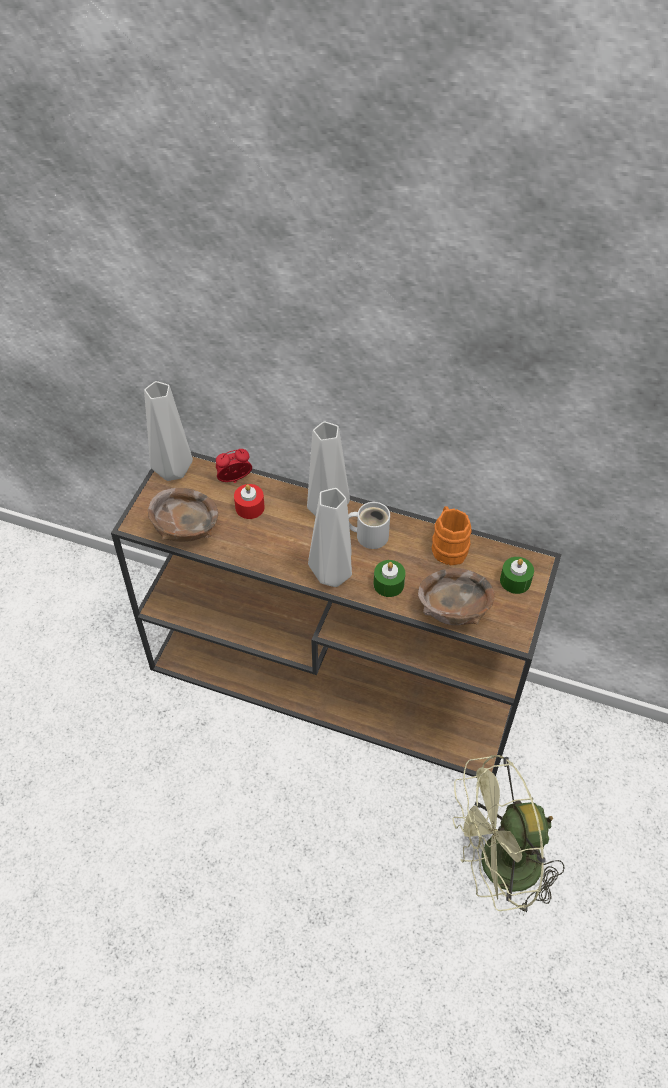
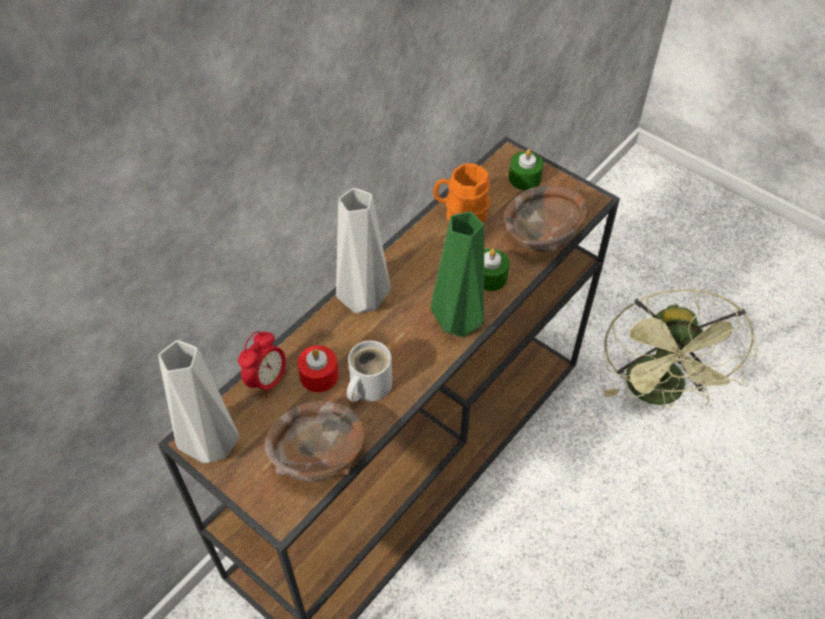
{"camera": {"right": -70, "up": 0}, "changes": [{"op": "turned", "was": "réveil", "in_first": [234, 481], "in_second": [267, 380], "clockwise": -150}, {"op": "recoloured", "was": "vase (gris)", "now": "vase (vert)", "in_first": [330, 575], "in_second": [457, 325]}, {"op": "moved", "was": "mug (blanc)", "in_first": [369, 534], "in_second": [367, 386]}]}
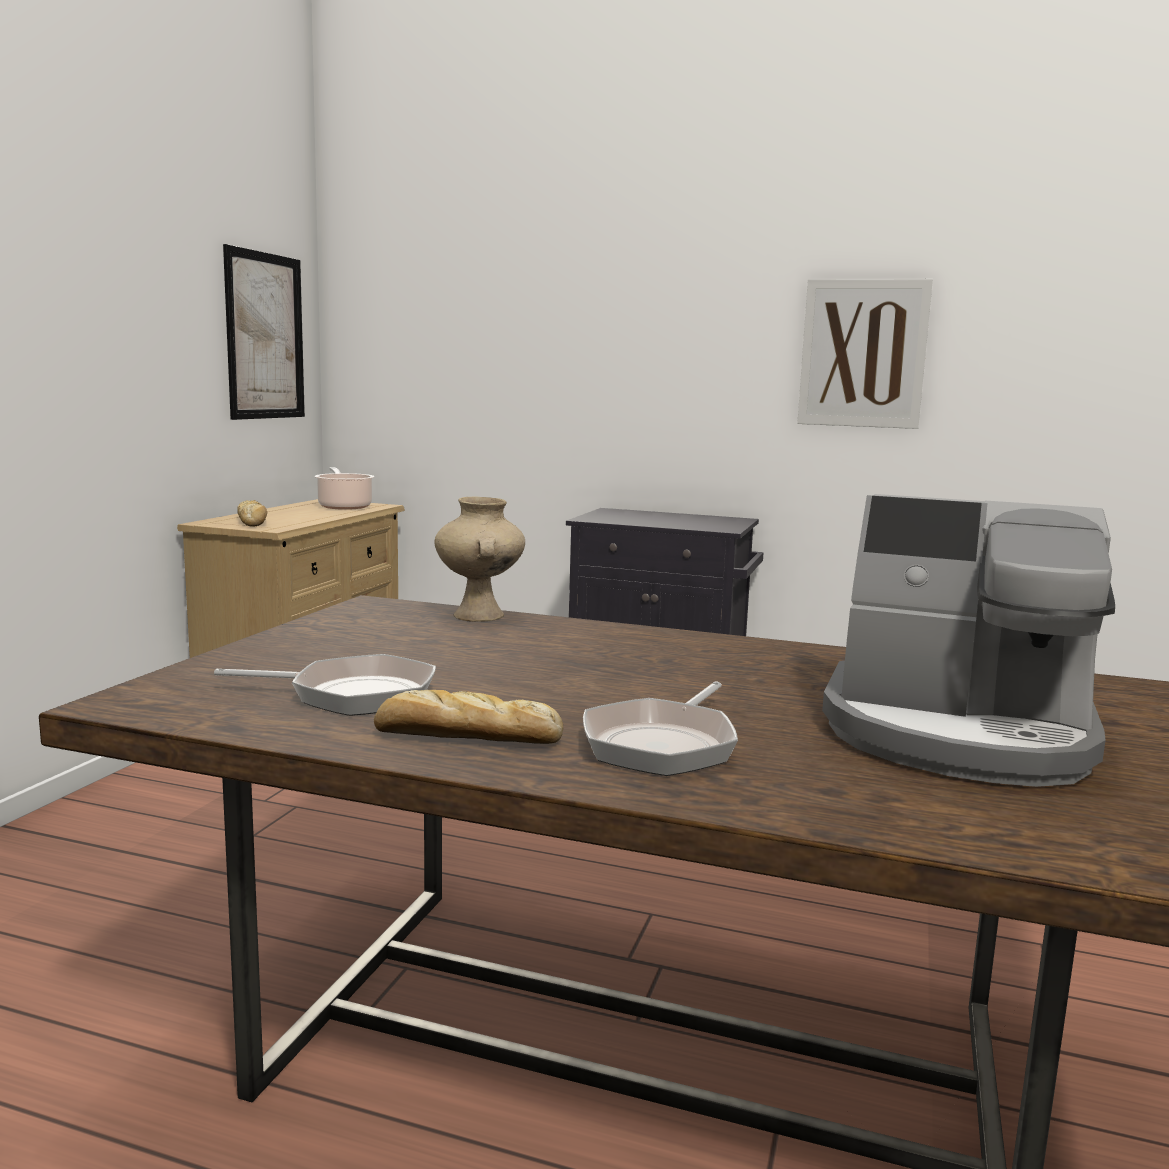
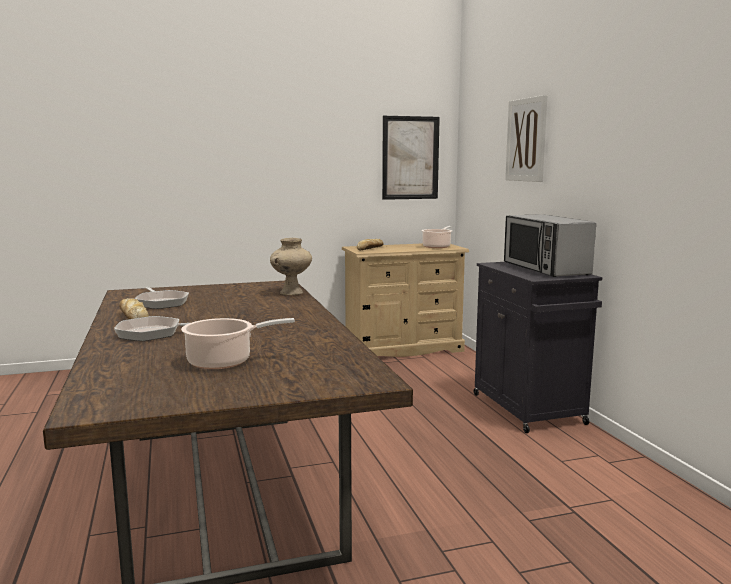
{"camera": {"right": 55, "up": 0}, "changes": [{"op": "moved", "was": "tableau", "in_first": [863, 353], "in_second": [526, 140]}, {"op": "replaced", "was": "machine à café", "now": "marmite", "in_first": [958, 735], "in_second": [224, 361]}, {"op": "added", "now": "micro-ondes", "in_second": [545, 269]}]}
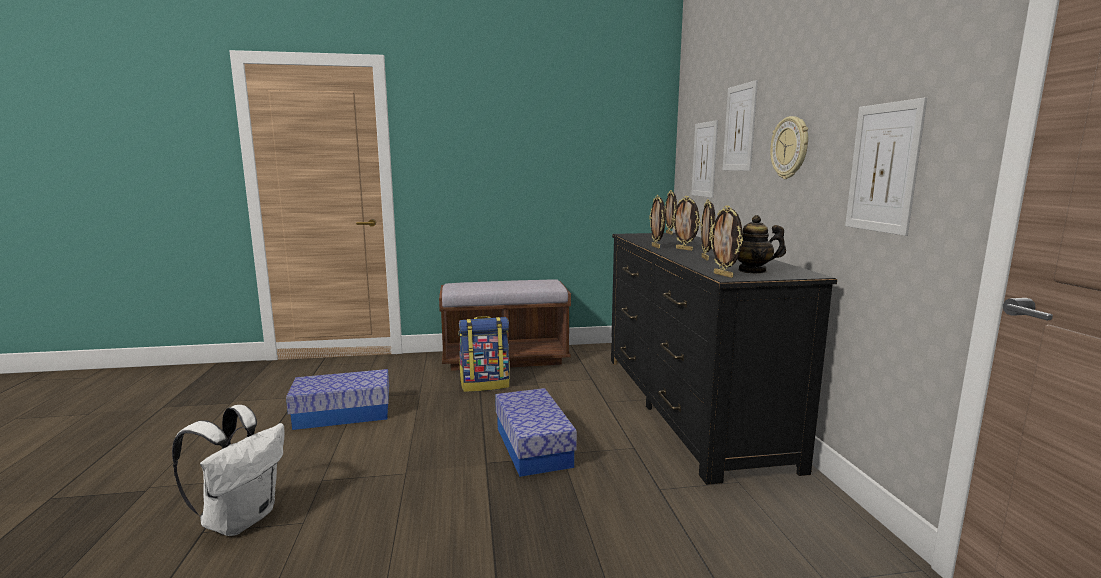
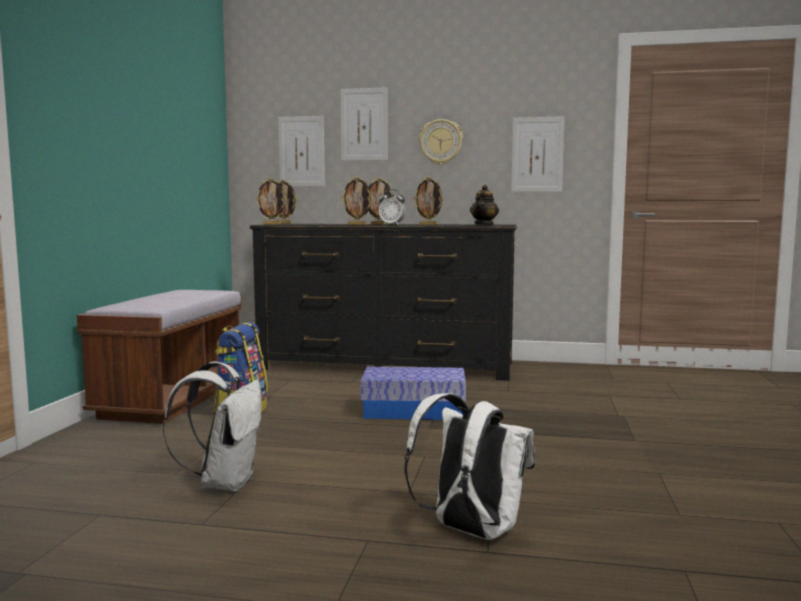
{"camera": {"right": -70, "up": -5}, "changes": [{"op": "moved", "was": "cadre photo", "in_first": [724, 275], "in_second": [271, 224]}, {"op": "replaced", "was": "boîte de rangement", "now": "sac à dos (blanc)", "in_first": [343, 414], "in_second": [225, 482]}, {"op": "added", "now": "réveil", "in_second": [392, 225]}]}
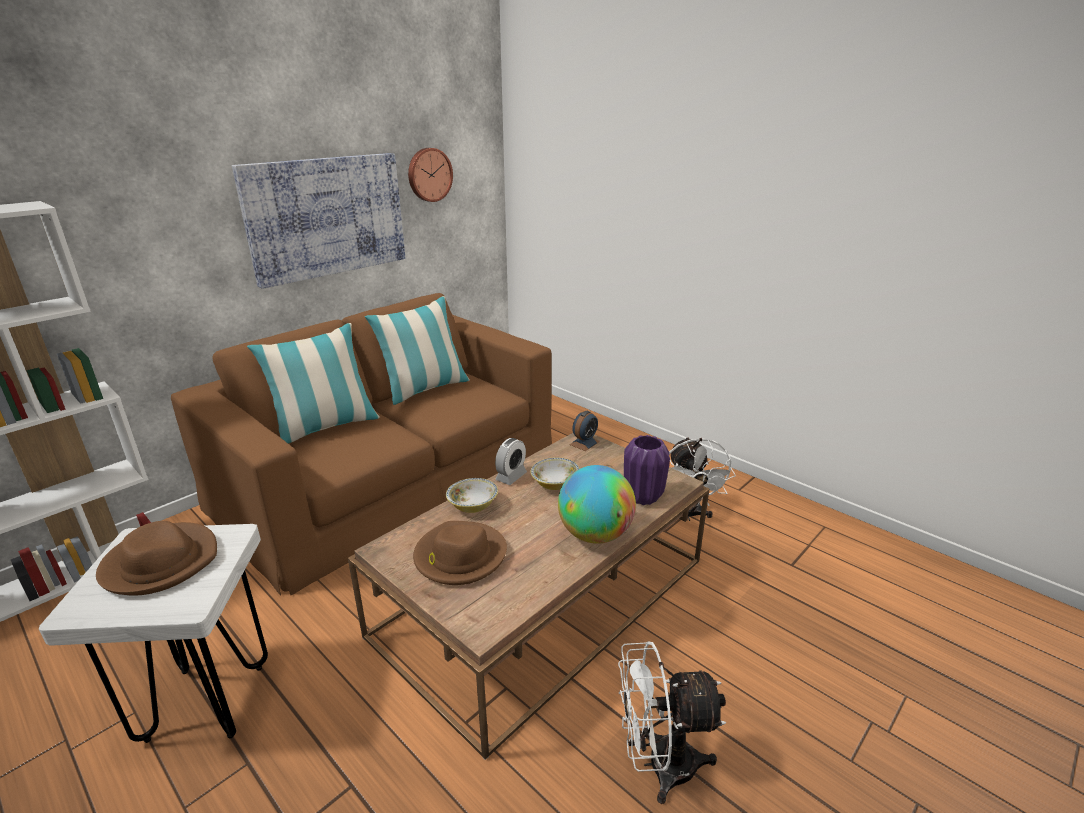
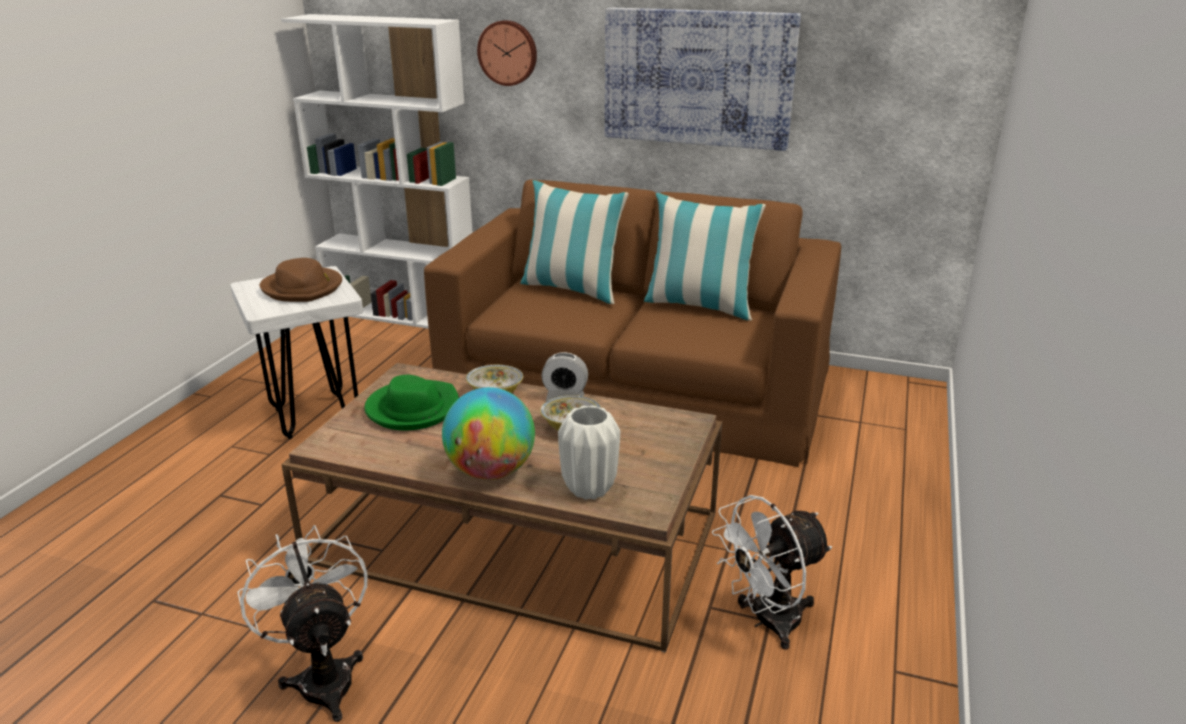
{"camera": {"right": 65, "up": 0}, "changes": [{"op": "moved", "was": "horloge murale", "in_first": [429, 174], "in_second": [508, 53]}, {"op": "removed", "was": "réveil", "in_first": [584, 443]}, {"op": "recoloured", "was": "vase (violet)", "now": "vase (blanc)", "in_first": [642, 497], "in_second": [588, 489]}, {"op": "recoloured", "was": "chapeau (marron)", "now": "chapeau (vert)", "in_first": [459, 556], "in_second": [412, 409]}]}
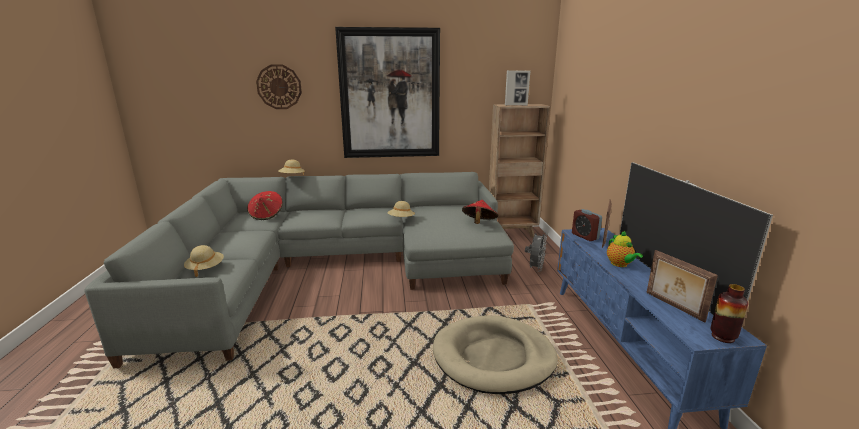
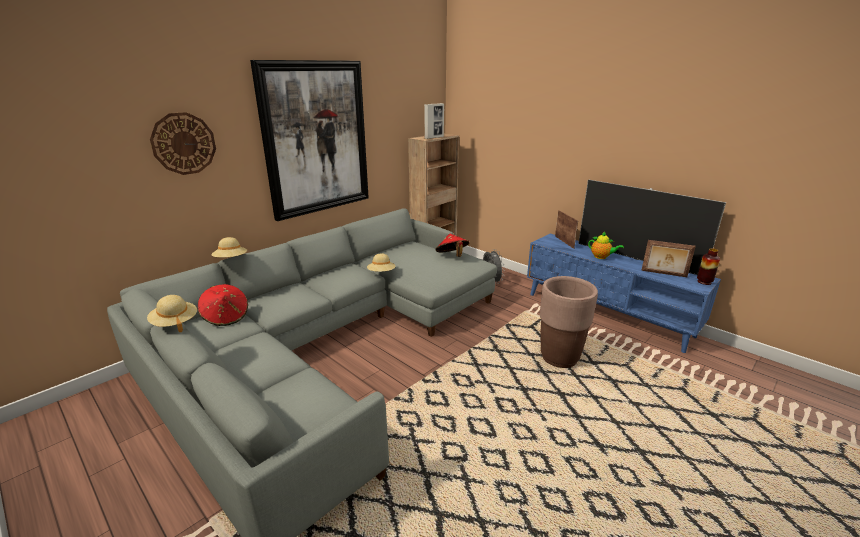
{"camera": {"right": -40, "up": 5}, "changes": [{"op": "removed", "was": "réveil", "in_first": [585, 236]}, {"op": "moved", "was": "chapeau (beige)", "in_first": [205, 268], "in_second": [175, 323]}, {"op": "replaced", "was": "panier pour chien (beige)", "now": "cache-pot (marron)", "in_first": [493, 357], "in_second": [559, 358]}]}
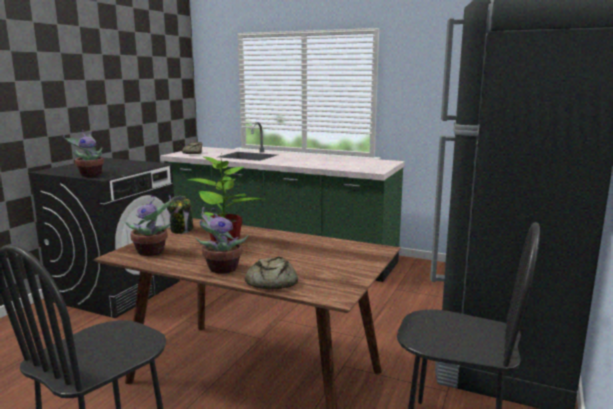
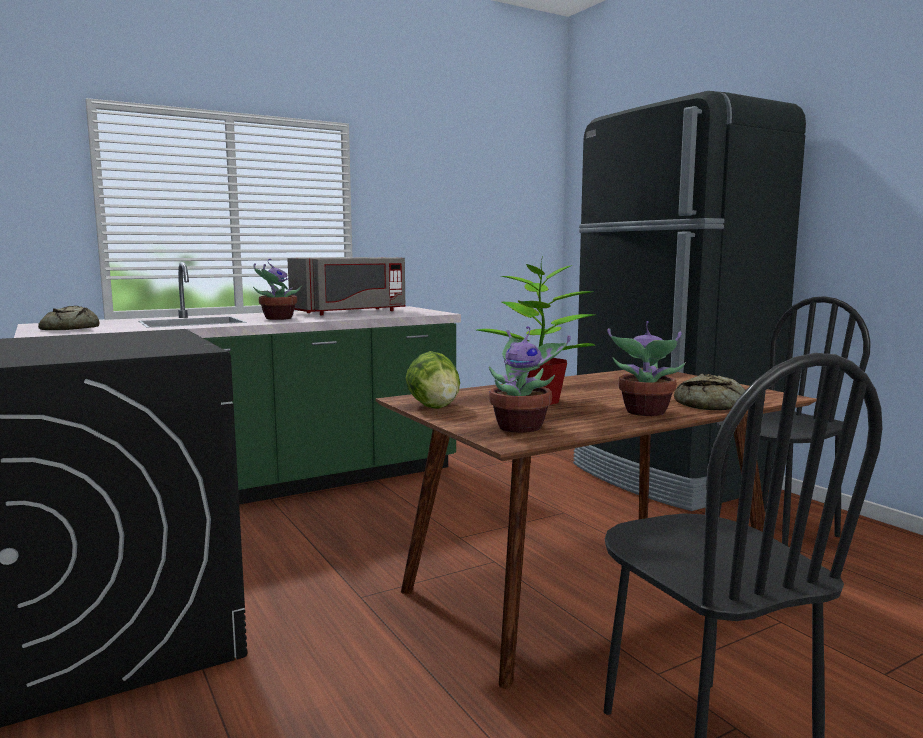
{"camera": {"right": -55, "up": -5}, "changes": [{"op": "moved", "was": "plante en pot", "in_first": [90, 175], "in_second": [276, 318]}, {"op": "replaced", "was": "bocal", "now": "laitue", "in_first": [182, 230], "in_second": [434, 407]}, {"op": "added", "now": "micro-ondes (gris)", "in_second": [350, 312]}]}
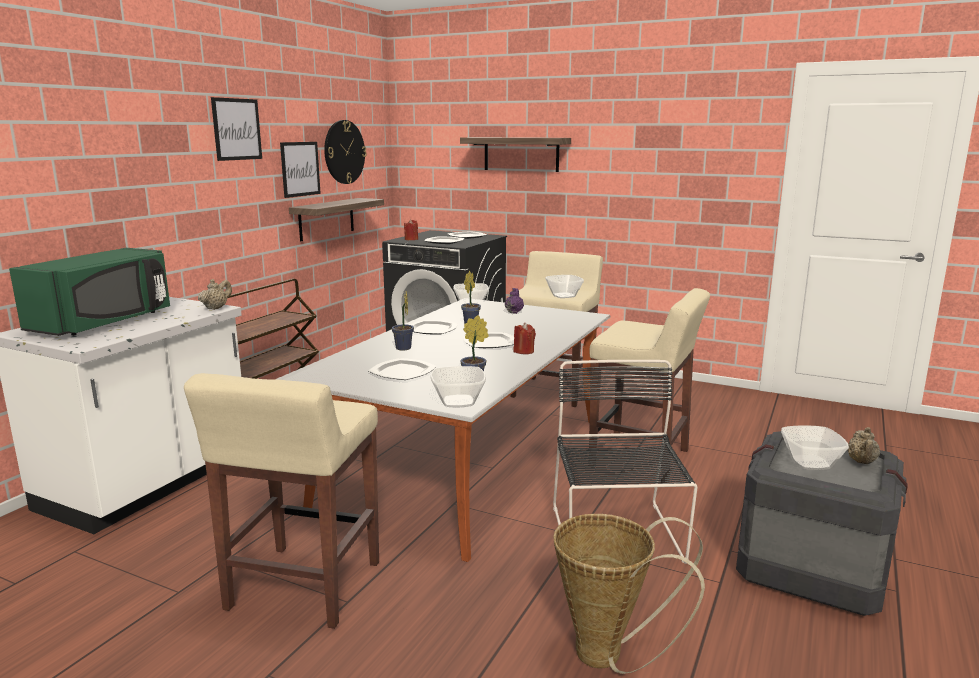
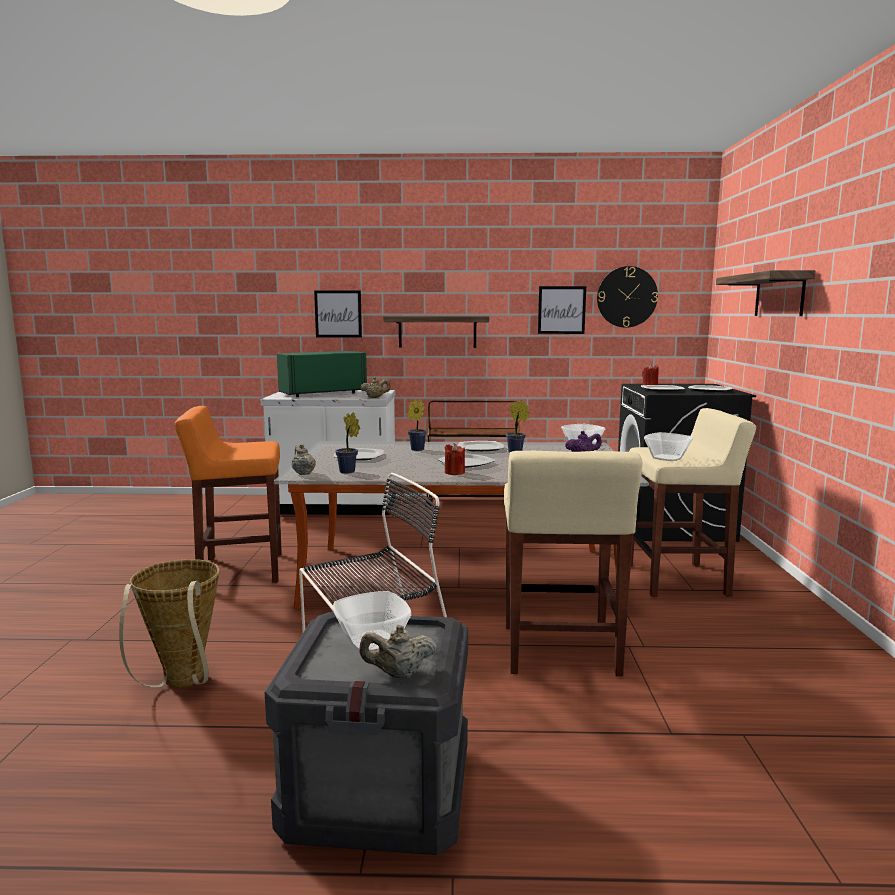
{"camera": {"right": 65, "up": -5}, "changes": [{"op": "moved", "was": "tableau", "in_first": [236, 129], "in_second": [338, 314]}, {"op": "moved", "was": "étagère", "in_first": [326, 219], "in_second": [437, 331]}, {"op": "turned", "was": "micro-ondes (vert)", "in_first": [105, 322], "in_second": [321, 393], "clockwise": 150}, {"op": "replaced", "was": "bol", "now": "théière (beige)", "in_first": [457, 402], "in_second": [303, 473]}, {"op": "recoloured", "was": "tabouret (beige)", "now": "tabouret (orange)", "in_first": [303, 587], "in_second": [240, 570]}]}
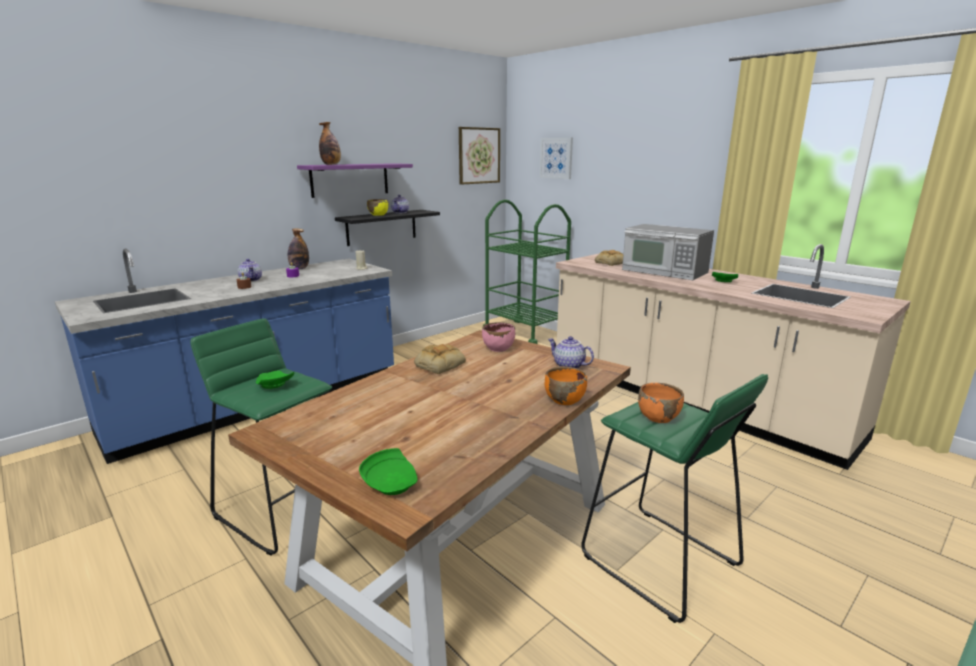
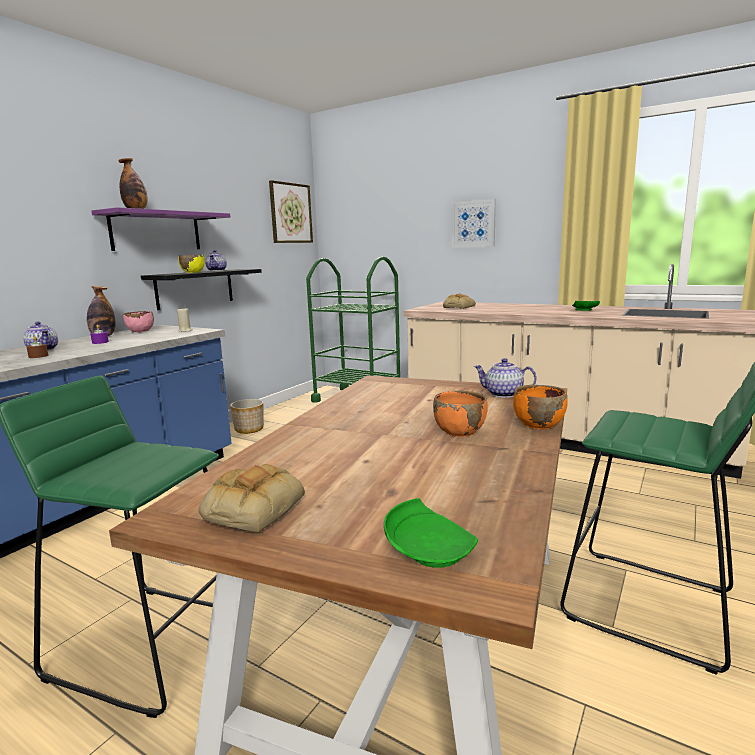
{"camera": {"right": -15, "up": -5}, "changes": [{"op": "moved", "was": "tableau", "in_first": [556, 158], "in_second": [473, 224]}, {"op": "removed", "was": "micro-ondes", "in_first": [664, 271]}, {"op": "moved", "was": "bol (rose)", "in_first": [498, 348], "in_second": [140, 331]}, {"op": "moved", "was": "pain", "in_first": [439, 364], "in_second": [253, 507]}, {"op": "removed", "was": "assiette (vert)", "in_first": [274, 385]}, {"op": "moved", "was": "bol (orange)", "in_first": [658, 417], "in_second": [460, 431]}, {"op": "added", "now": "cache-pot", "in_second": [249, 429]}]}
